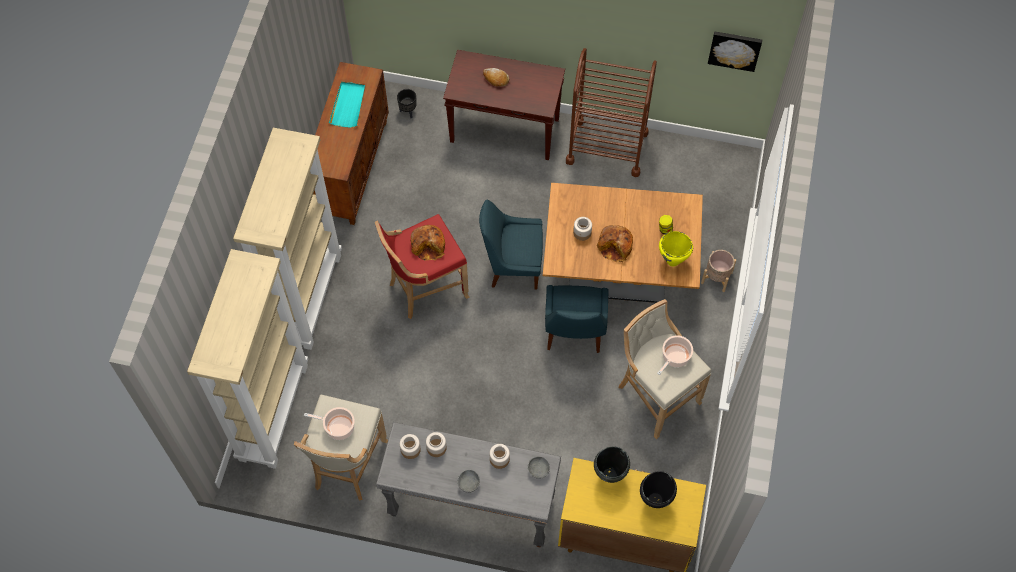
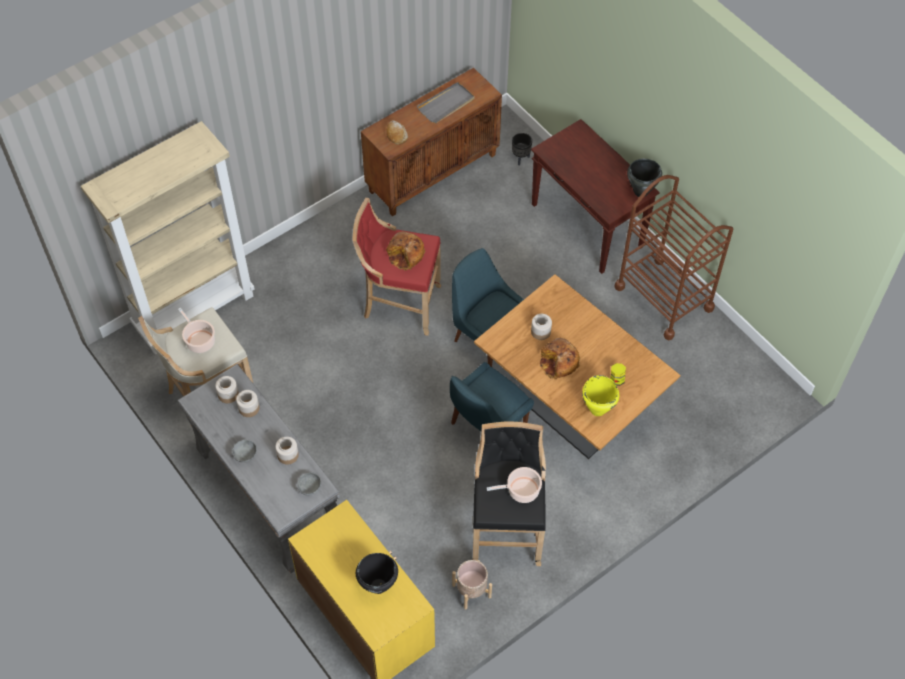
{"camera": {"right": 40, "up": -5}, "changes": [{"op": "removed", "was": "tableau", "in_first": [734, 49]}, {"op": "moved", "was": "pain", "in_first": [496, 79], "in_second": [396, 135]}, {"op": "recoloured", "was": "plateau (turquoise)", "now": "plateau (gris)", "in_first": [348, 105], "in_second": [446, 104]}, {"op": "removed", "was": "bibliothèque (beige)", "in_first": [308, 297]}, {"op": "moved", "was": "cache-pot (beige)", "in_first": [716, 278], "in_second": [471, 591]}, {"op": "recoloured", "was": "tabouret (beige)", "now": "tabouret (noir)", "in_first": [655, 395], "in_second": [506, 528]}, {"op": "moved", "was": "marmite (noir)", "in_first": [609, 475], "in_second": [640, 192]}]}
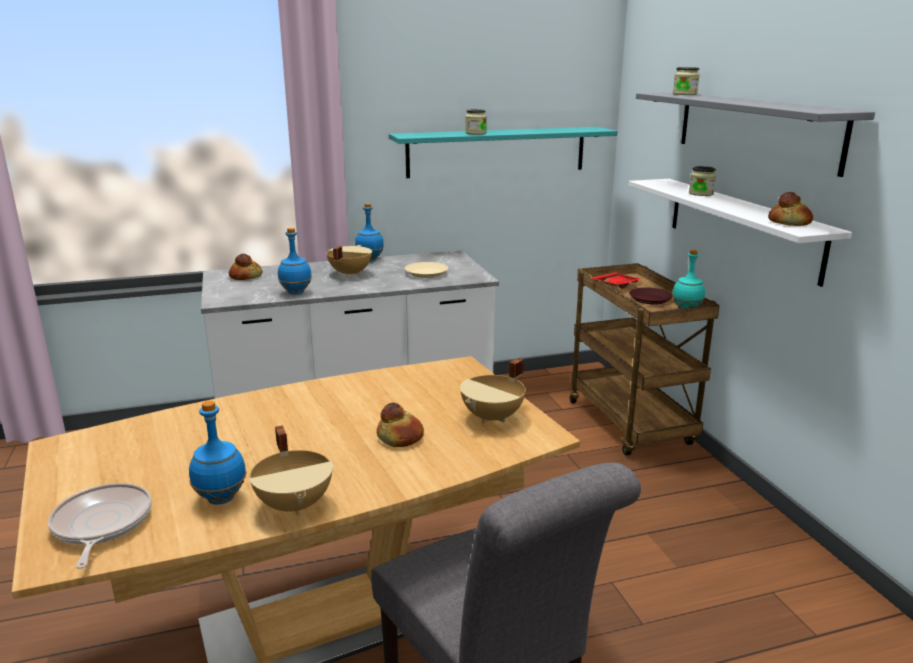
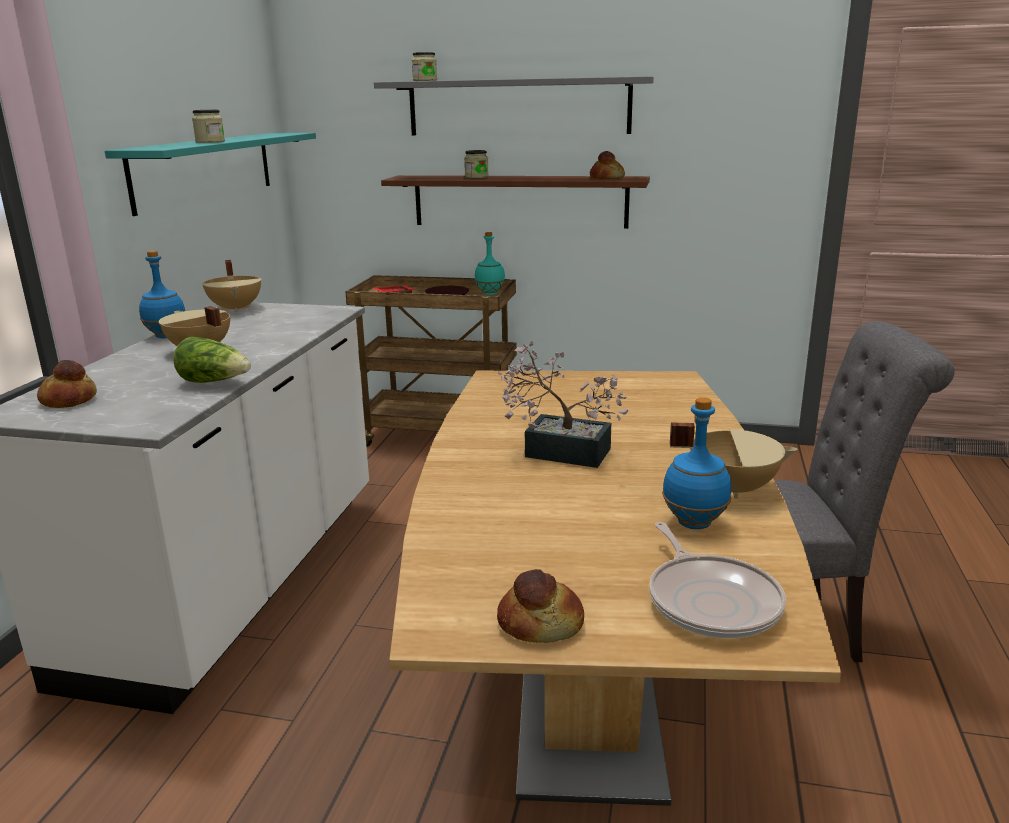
{"camera": {"right": -60, "up": 0}, "changes": [{"op": "recoloured", "was": "étagère (blanc)", "now": "étagère (marron)", "in_first": [741, 227], "in_second": [519, 201]}, {"op": "replaced", "was": "bouteille (bleu)", "now": "laitue", "in_first": [296, 292], "in_second": [215, 382]}, {"op": "removed", "was": "assiette (beige)", "in_first": [426, 273]}, {"op": "moved", "was": "marmite (beige)", "in_first": [493, 417], "in_second": [236, 308]}, {"op": "moved", "was": "pain", "in_first": [400, 437], "in_second": [541, 622]}, {"op": "turned", "was": "poêle", "in_first": [101, 525], "in_second": [711, 601], "clockwise": -120}, {"op": "added", "now": "plante en pot", "in_second": [558, 450]}]}
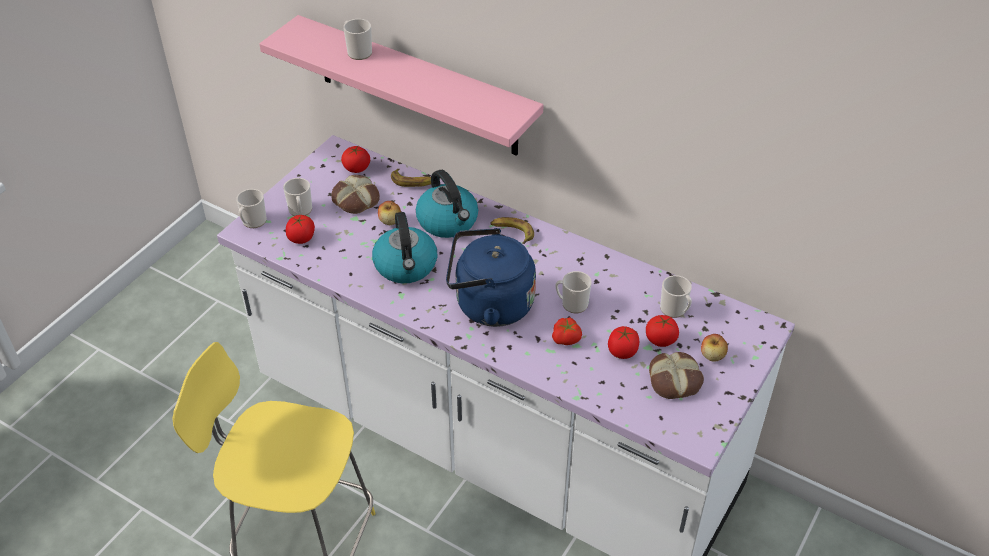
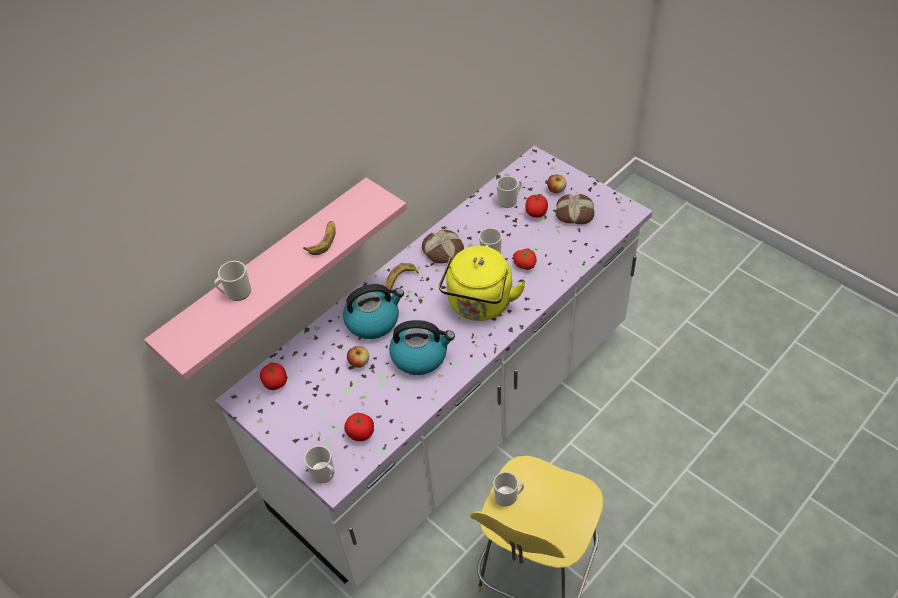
{"camera": {"right": -75, "up": 5}, "changes": [{"op": "moved", "was": "banane", "in_first": [413, 181], "in_second": [323, 240]}, {"op": "moved", "was": "pain", "in_first": [355, 200], "in_second": [443, 251]}, {"op": "moved", "was": "mug", "in_first": [300, 211], "in_second": [508, 496]}, {"op": "recoloured", "was": "bouilloire (bleu)", "now": "bouilloire (jaune)", "in_first": [489, 305], "in_second": [479, 305]}, {"op": "removed", "was": "tomate", "in_first": [622, 351]}]}
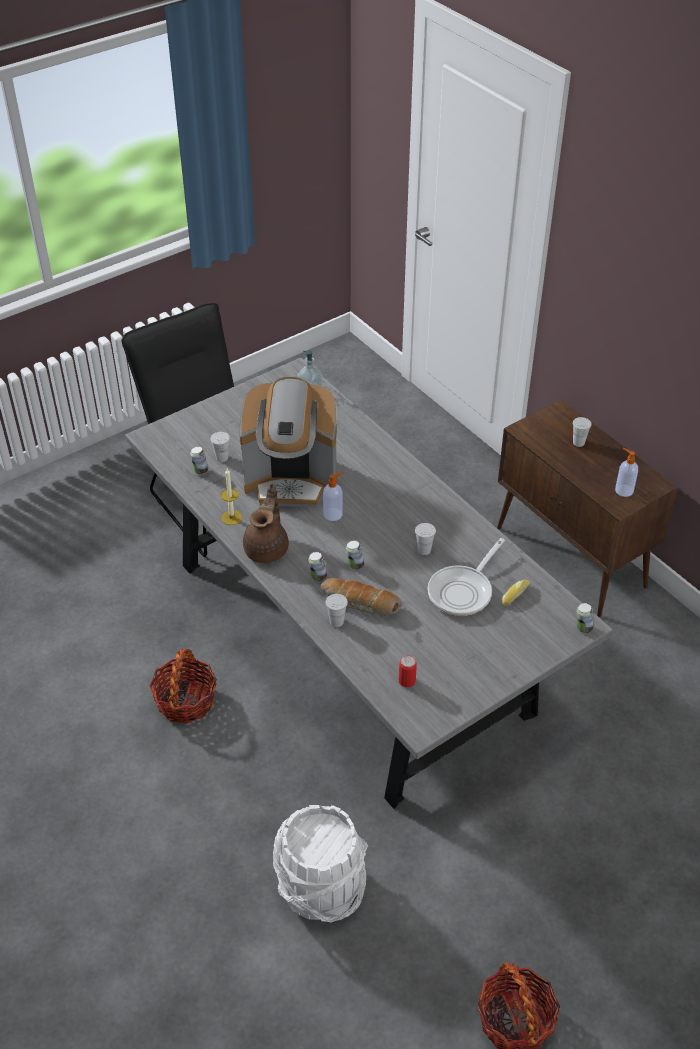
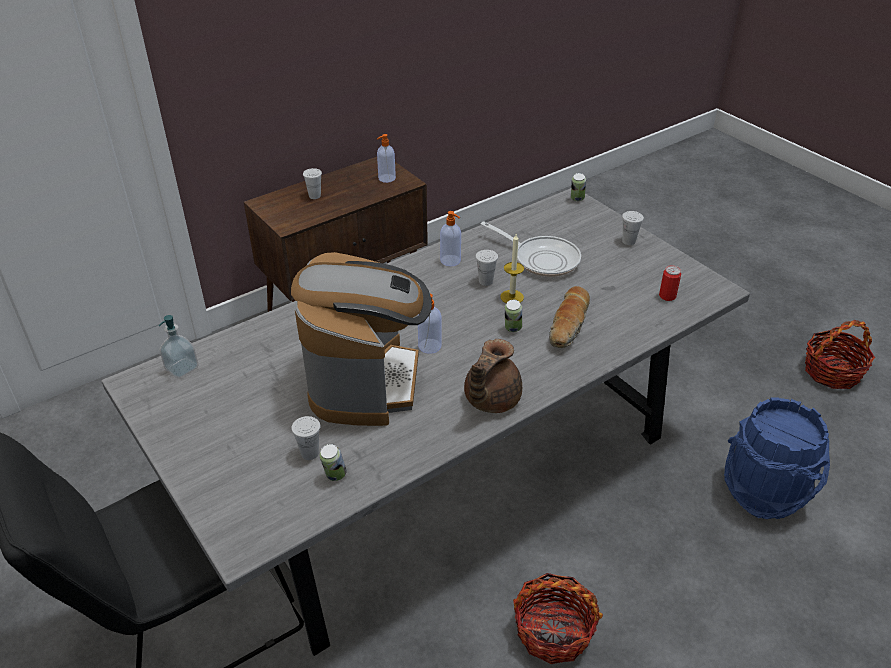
{"camera": {"right": -90, "up": -5}, "changes": [{"op": "moved", "was": "bougie", "in_first": [231, 517], "in_second": [512, 297]}, {"op": "turned", "was": "théière (marron)", "in_first": [267, 548], "in_second": [490, 400], "clockwise": -75}, {"op": "removed", "was": "boîte métallique", "in_first": [318, 577]}, {"op": "removed", "was": "pain", "in_first": [514, 594]}, {"op": "moved", "was": "tasse (blanc)", "in_first": [336, 621], "in_second": [628, 241]}, {"op": "recoloured", "was": "seau (blanc)", "now": "seau (bleu)", "in_first": [320, 889], "in_second": [764, 492]}, {"op": "added", "now": "distributeur de savon", "in_second": [451, 261]}]}
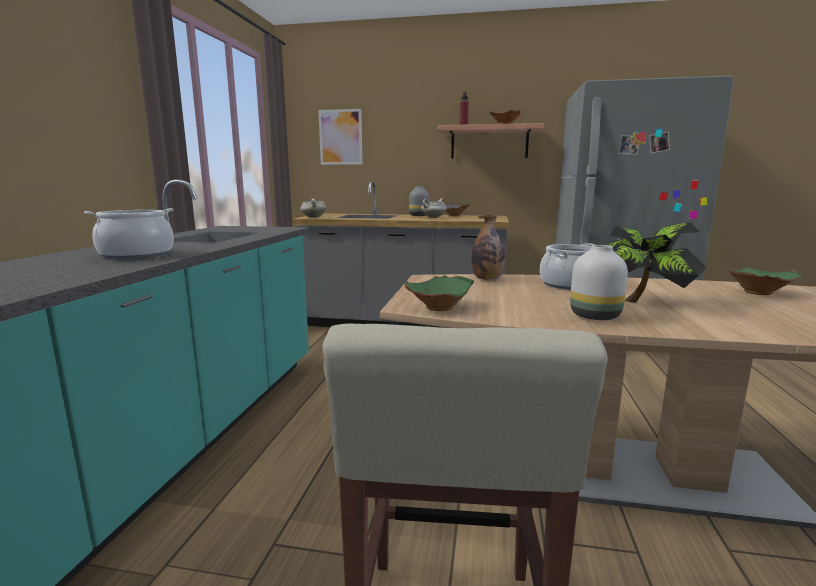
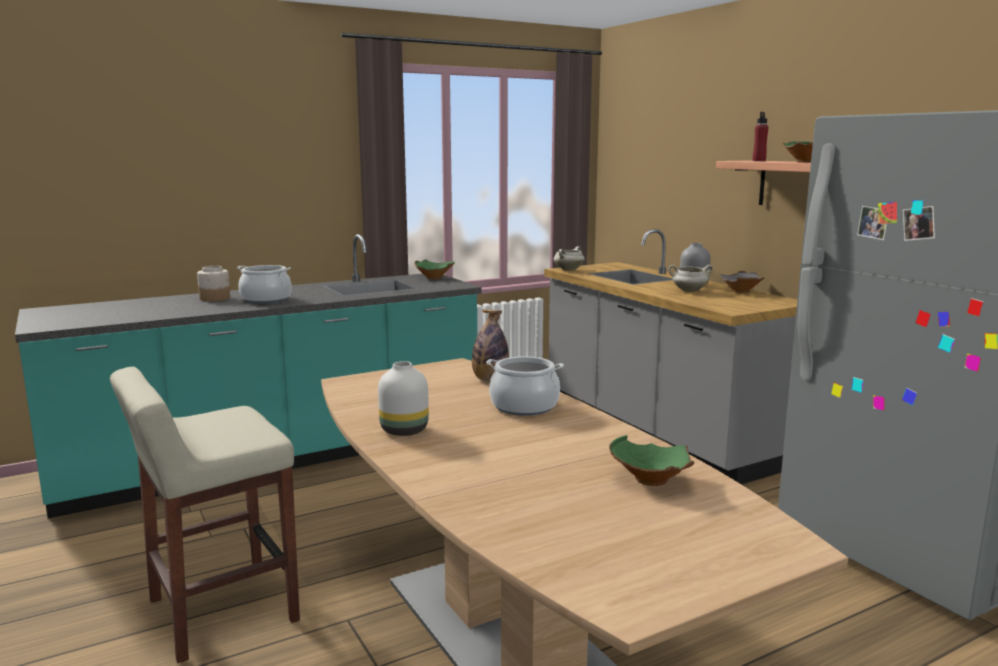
{"camera": {"right": 50, "up": 0}, "changes": [{"op": "removed", "was": "tableau", "in_first": [340, 137]}, {"op": "removed", "was": "plante en pot", "in_first": [643, 303]}, {"op": "moved", "was": "bol (vert)", "in_first": [437, 307], "in_second": [434, 277]}, {"op": "added", "now": "bocal", "in_second": [215, 298]}]}
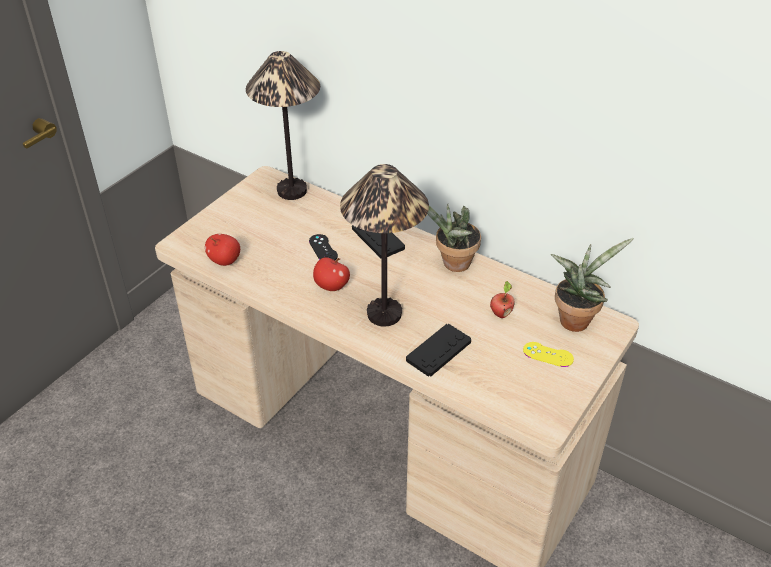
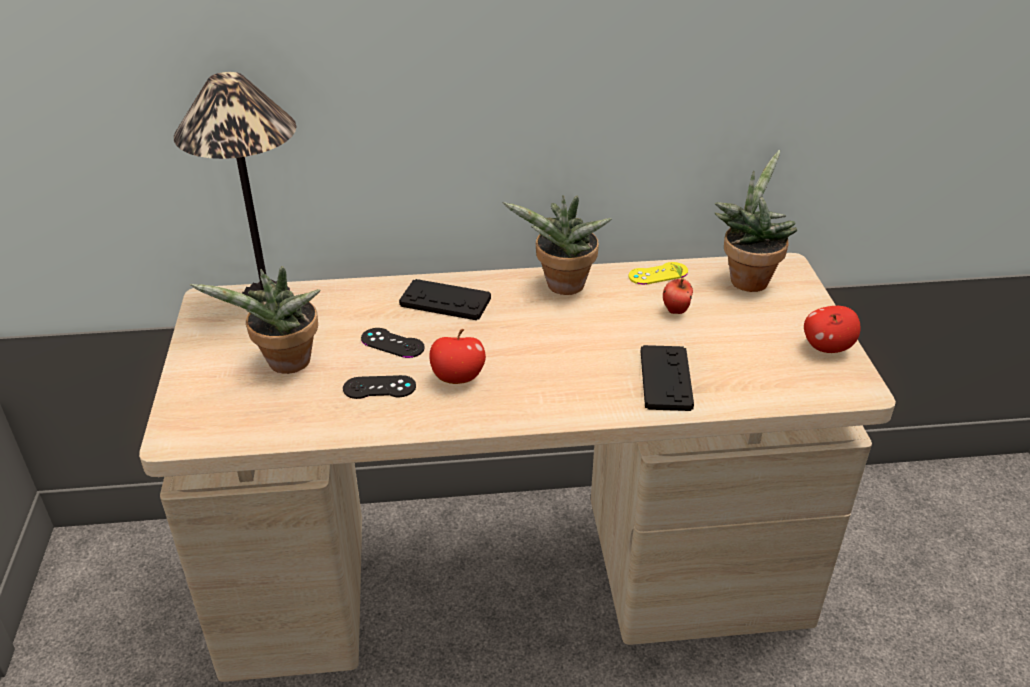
{"camera": {"right": -40, "up": -5}, "changes": [{"op": "removed", "was": "lampe de table", "in_first": [384, 315]}, {"op": "moved", "was": "pomme", "in_first": [224, 261], "in_second": [827, 347]}, {"op": "moved", "was": "manette (jaune)", "in_first": [548, 354], "in_second": [658, 274]}, {"op": "added", "now": "plante en pot", "in_second": [285, 365]}, {"op": "added", "now": "manette (noir)", "in_second": [379, 387]}]}
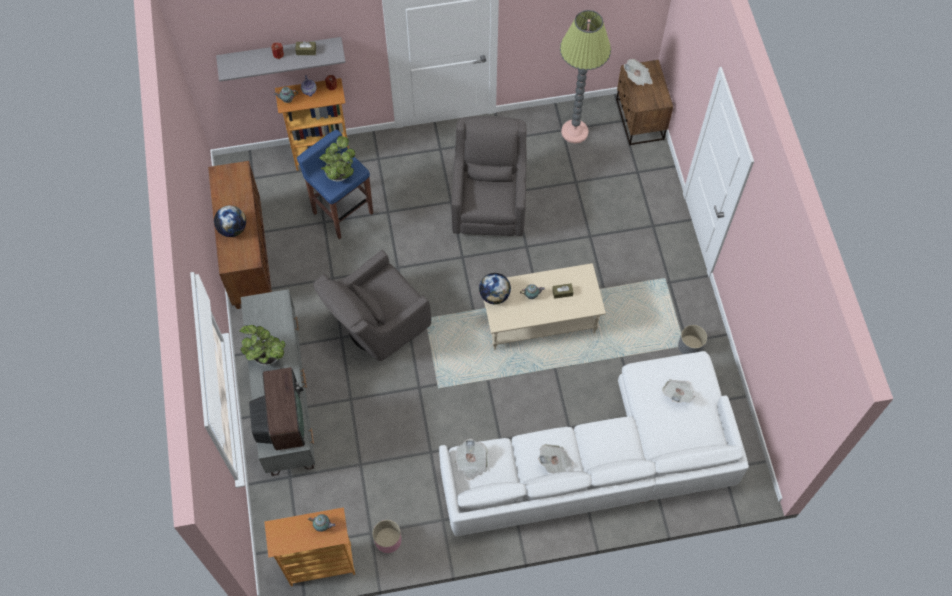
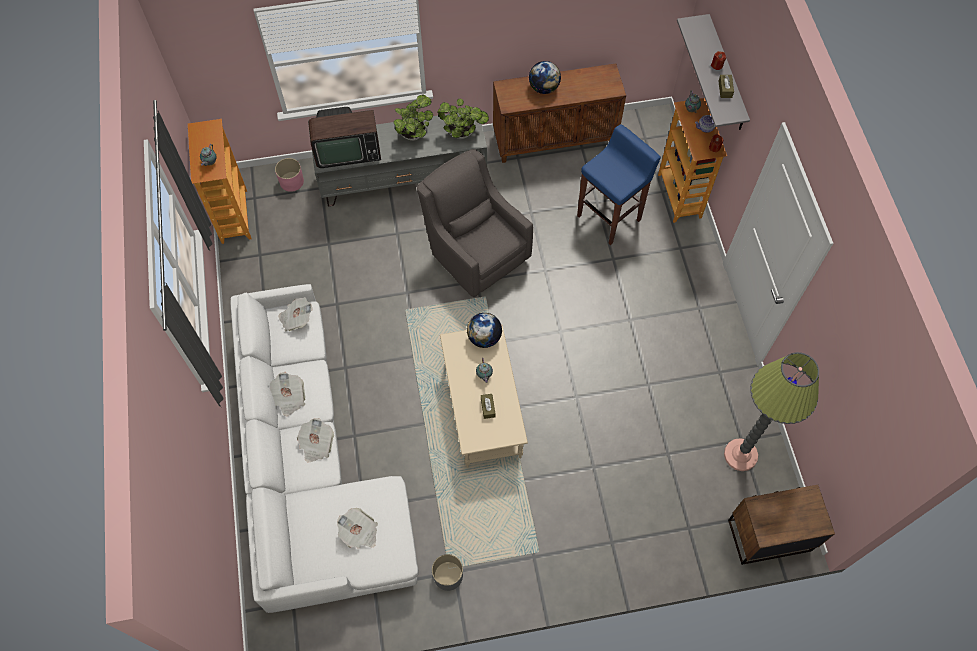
{"camera": {"right": 90, "up": 0}, "changes": [{"op": "moved", "was": "journal", "in_first": [637, 78], "in_second": [316, 444]}, {"op": "removed", "was": "fauteuil (gris)", "in_first": [489, 204]}, {"op": "moved", "was": "plante en pot", "in_first": [339, 173], "in_second": [463, 133]}, {"op": "moved", "was": "cache-pot (rose)", "in_first": [387, 540], "in_second": [291, 181]}]}
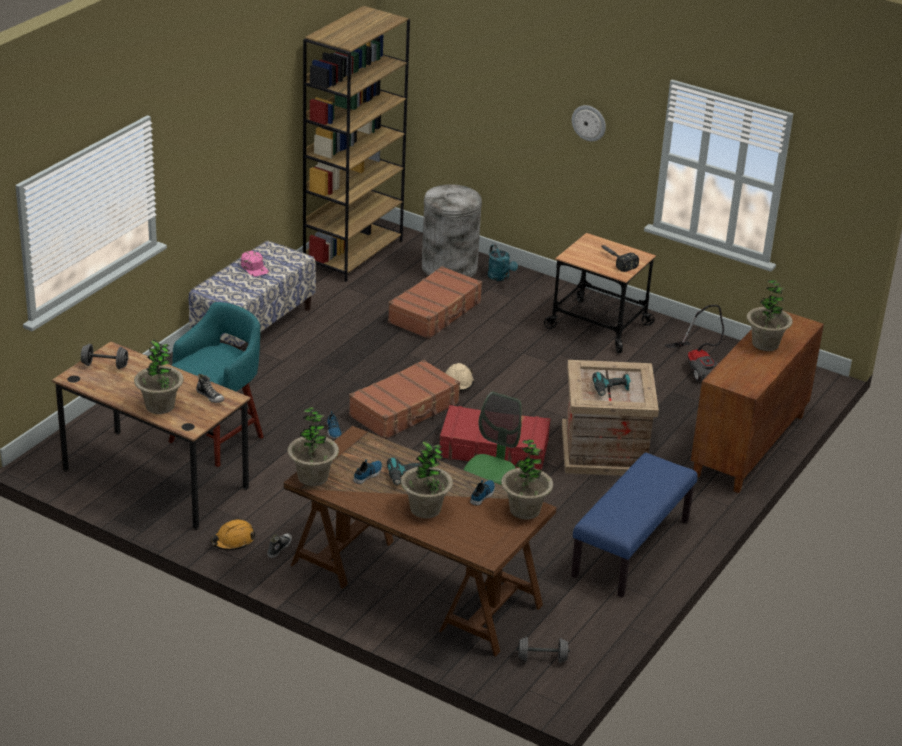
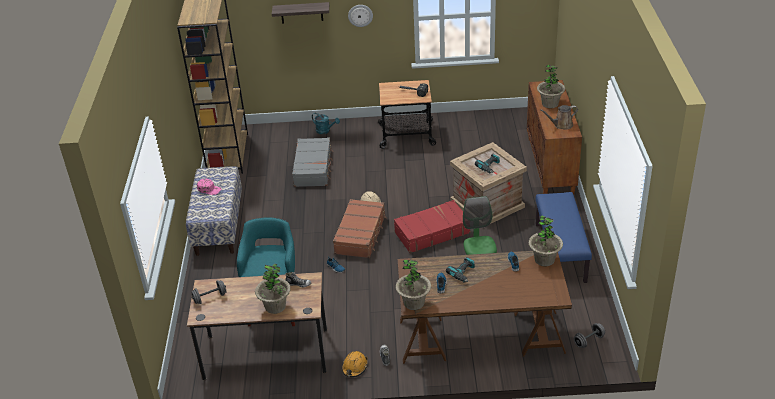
{"camera": {"right": -30, "up": 5}, "changes": [{"op": "removed", "was": "poubelle (gris)", "in_first": [449, 267]}, {"op": "recoloured", "was": "valise (marron)", "now": "valise (gris)", "in_first": [435, 312], "in_second": [313, 168]}, {"op": "removed", "was": "aspirateur", "in_first": [698, 366]}, {"op": "removed", "was": "plante en pot", "in_first": [425, 509]}, {"op": "added", "now": "étagère", "in_second": [301, 12]}, {"op": "added", "now": "arrosoir (marron)", "in_second": [561, 125]}]}
